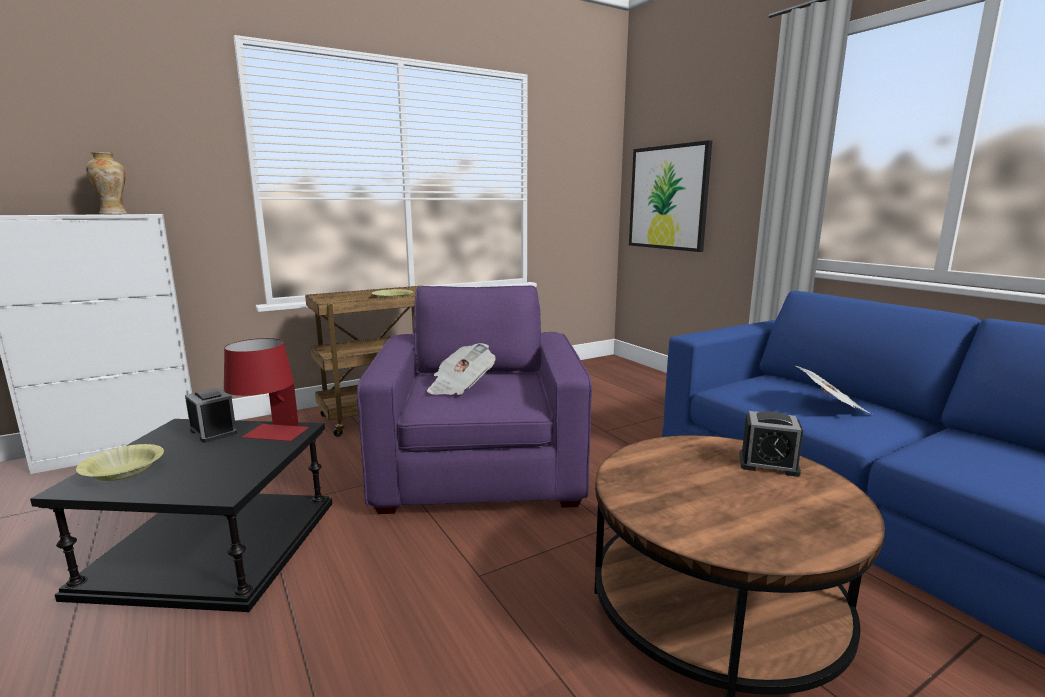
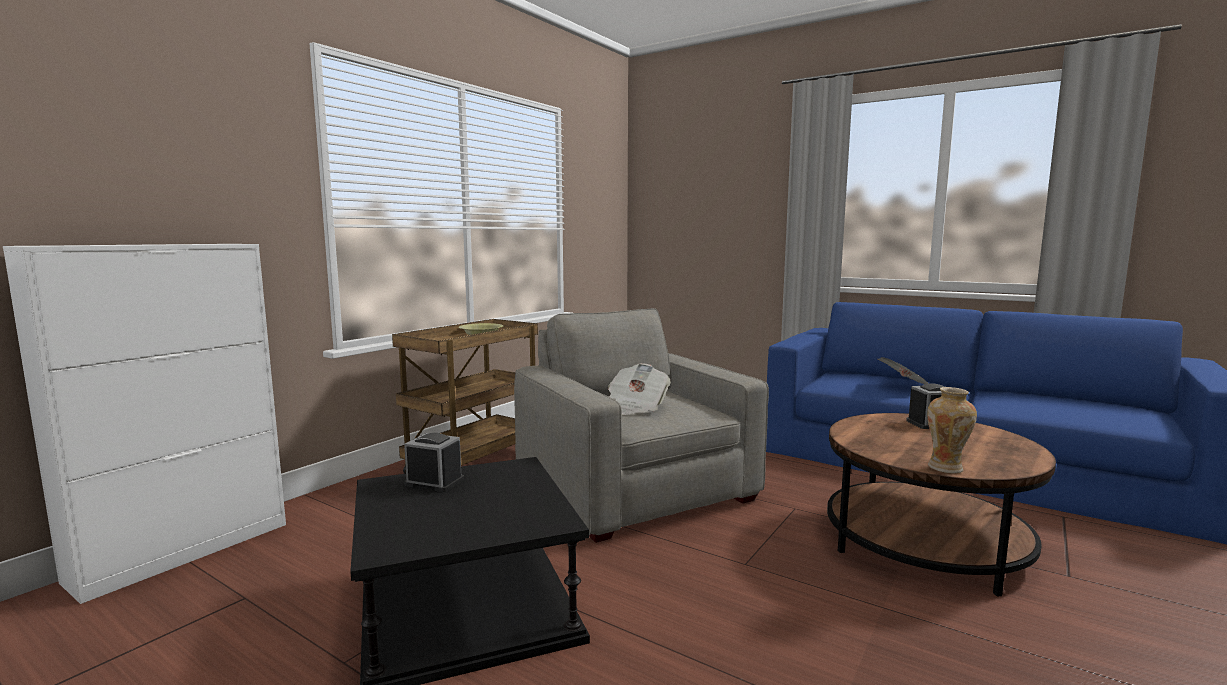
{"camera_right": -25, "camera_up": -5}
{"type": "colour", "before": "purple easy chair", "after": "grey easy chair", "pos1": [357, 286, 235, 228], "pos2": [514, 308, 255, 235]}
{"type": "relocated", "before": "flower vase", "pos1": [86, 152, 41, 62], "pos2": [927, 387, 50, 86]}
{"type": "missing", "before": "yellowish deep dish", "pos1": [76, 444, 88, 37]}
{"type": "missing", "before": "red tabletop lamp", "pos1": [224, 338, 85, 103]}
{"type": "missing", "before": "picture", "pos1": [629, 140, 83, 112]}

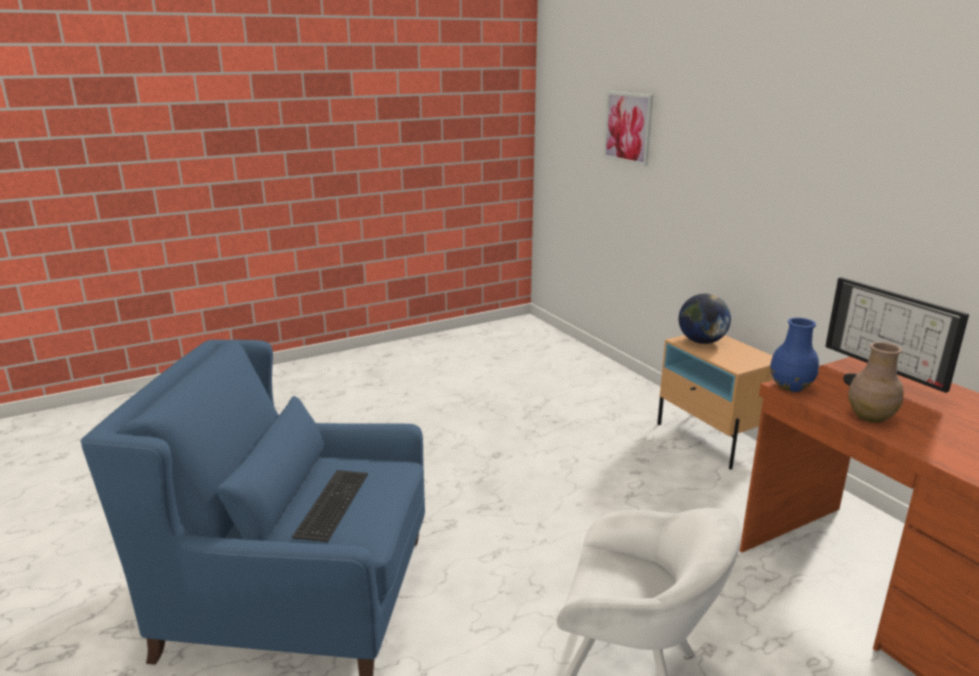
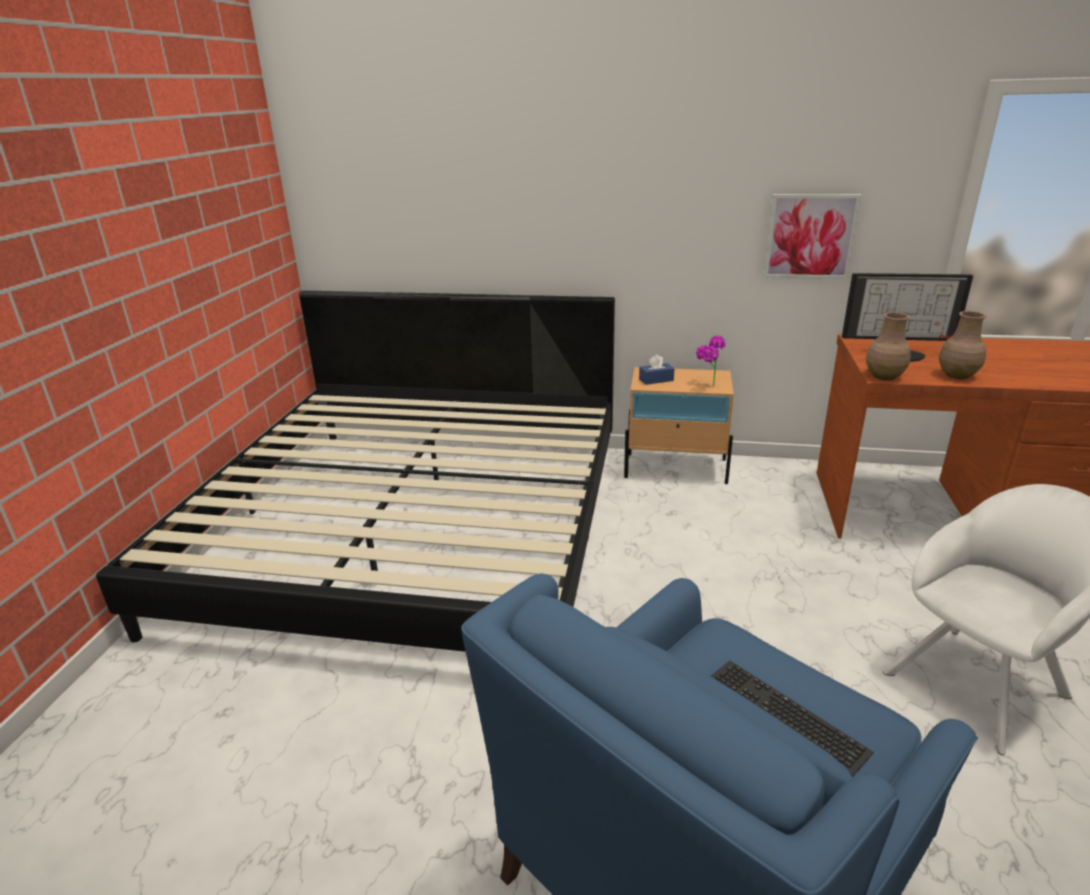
{"camera_right": -50, "camera_up": 5}
{"type": "appeared", "after": "bed", "pos2": [96, 291, 519, 361]}
{"type": "exchanged", "before": "desk globe", "after": "bluish box of tissues", "pos1": [679, 294, 52, 50], "pos2": [639, 355, 36, 30]}
{"type": "appeared", "after": "potted plant", "pos2": [696, 336, 30, 50]}
{"type": "relocated", "before": "picture", "pos1": [603, 91, 50, 75], "pos2": [764, 194, 97, 85]}
{"type": "colour", "before": "bluish flower vase", "after": "brown-coloured flower vase", "pos1": [770, 318, 49, 74], "pos2": [866, 312, 45, 68]}

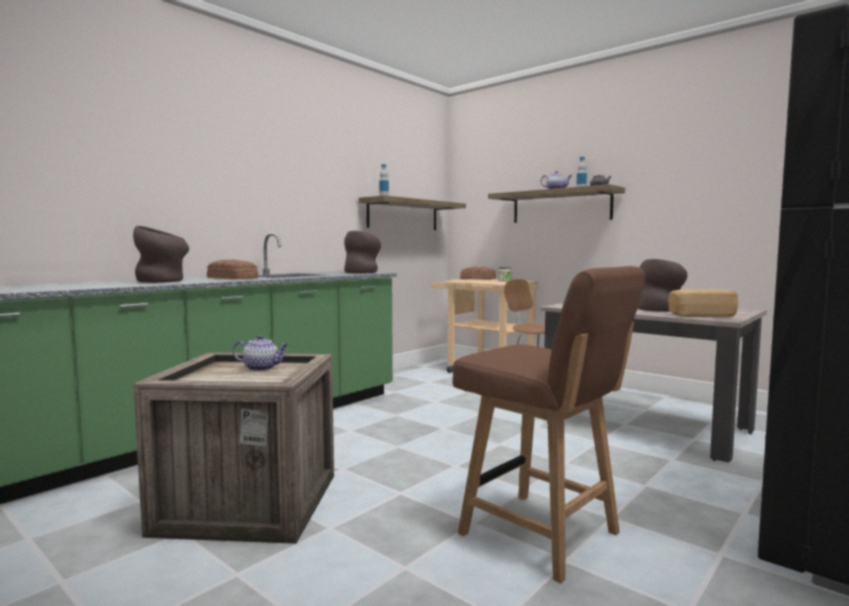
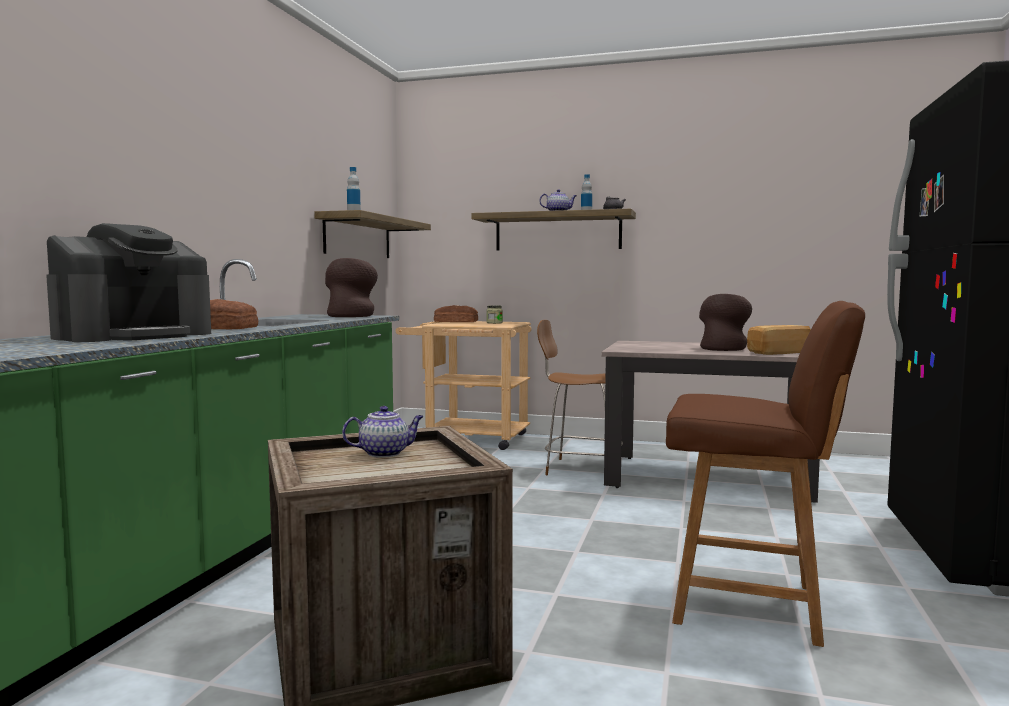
{"camera_right": -25, "camera_up": 0}
{"type": "exchanged", "before": "brown-coloured flower vase", "after": "coffee machine", "pos1": [133, 226, 56, 57], "pos2": [46, 223, 165, 119]}

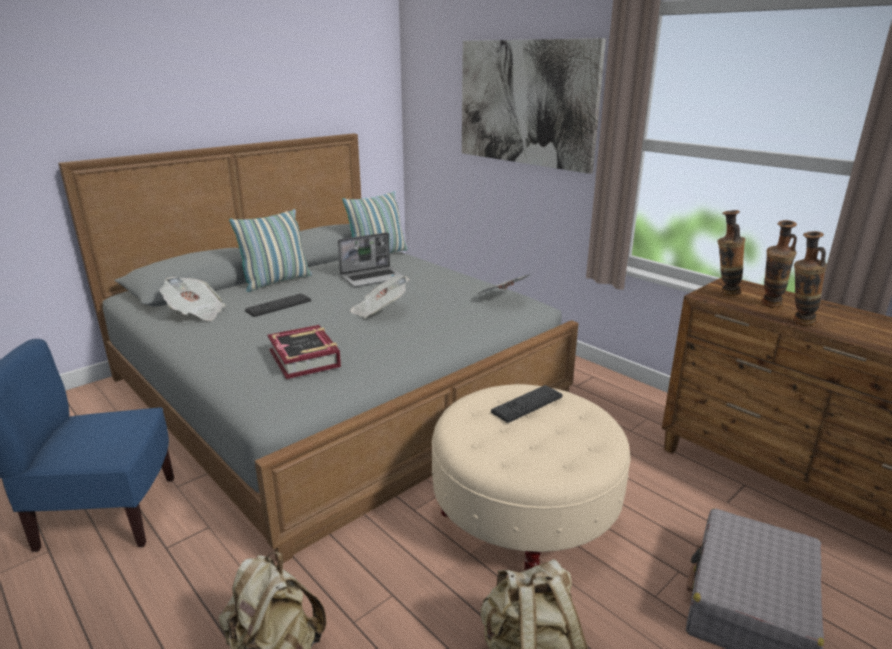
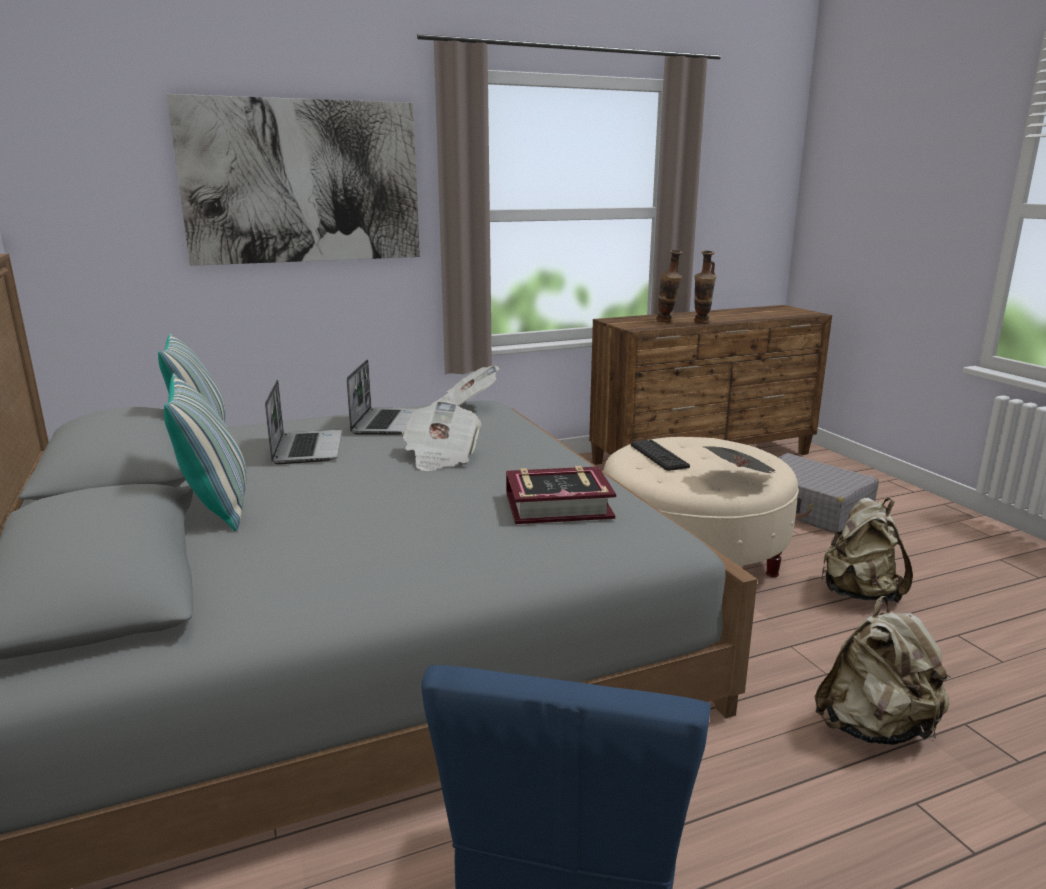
{"camera_right": -70, "camera_up": -5}
{"type": "appeared", "after": "notebook computer", "pos2": [347, 359, 72, 76]}
{"type": "relocated", "before": "newspaper", "pos1": [160, 277, 66, 44], "pos2": [704, 446, 72, 27]}
{"type": "missing", "before": "computer keyboard", "pos1": [245, 293, 66, 24]}
{"type": "missing", "before": "flower vase", "pos1": [718, 210, 27, 86]}

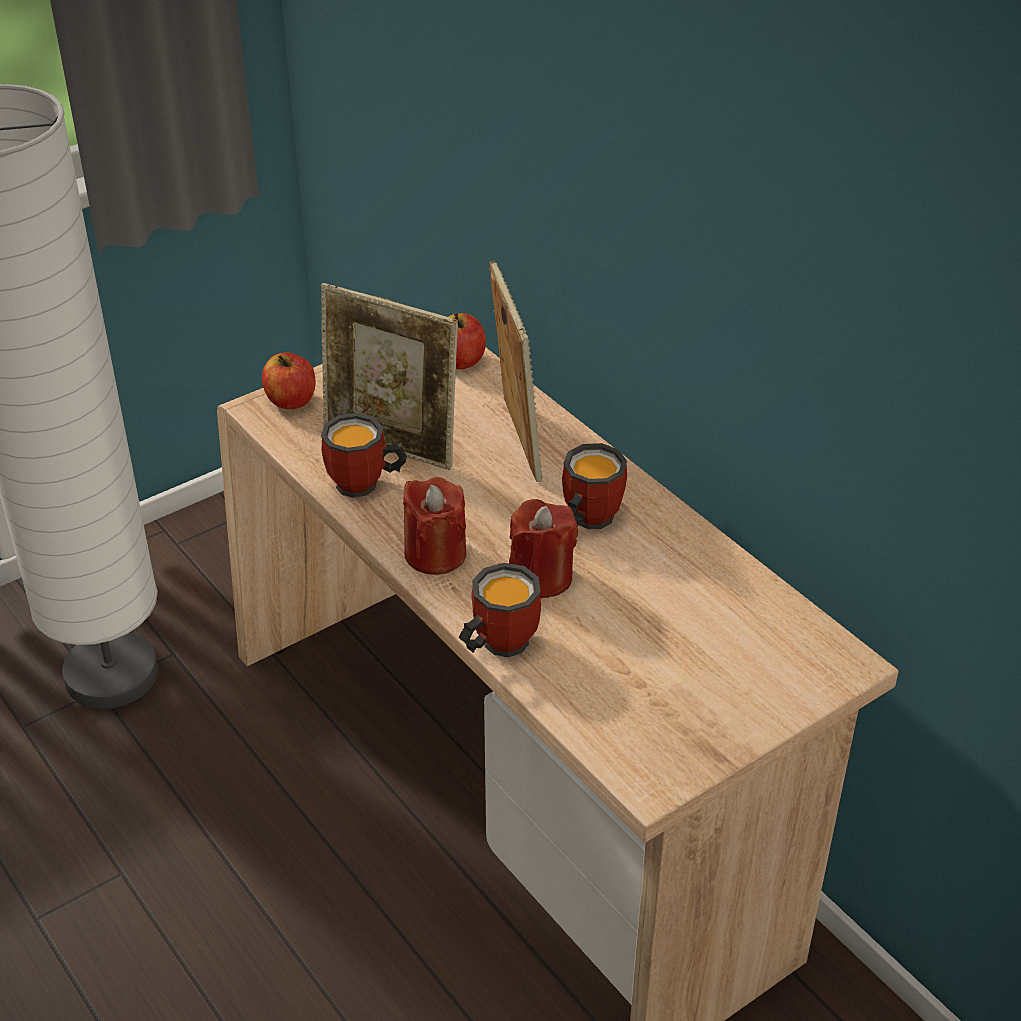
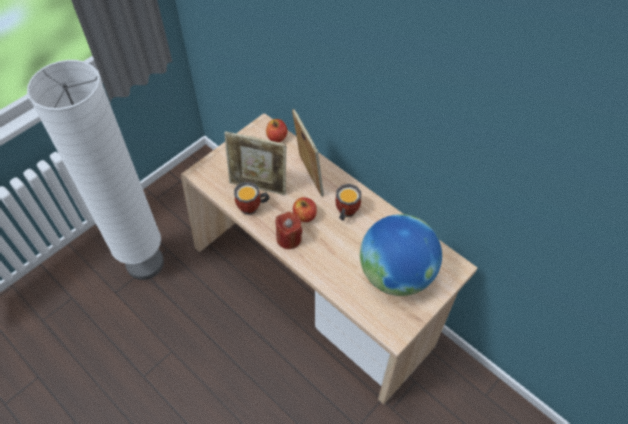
{"camera_right": -10, "camera_up": 15}
{"type": "relocated", "before": "apple fruit", "pos1": [262, 352, 53, 57], "pos2": [293, 197, 24, 25]}
{"type": "appeared", "after": "desk globe", "pos2": [360, 214, 82, 82]}
{"type": "missing", "before": "tea mug", "pos1": [458, 563, 83, 94]}
{"type": "missing", "before": "red wax candle", "pos1": [509, 499, 69, 100]}

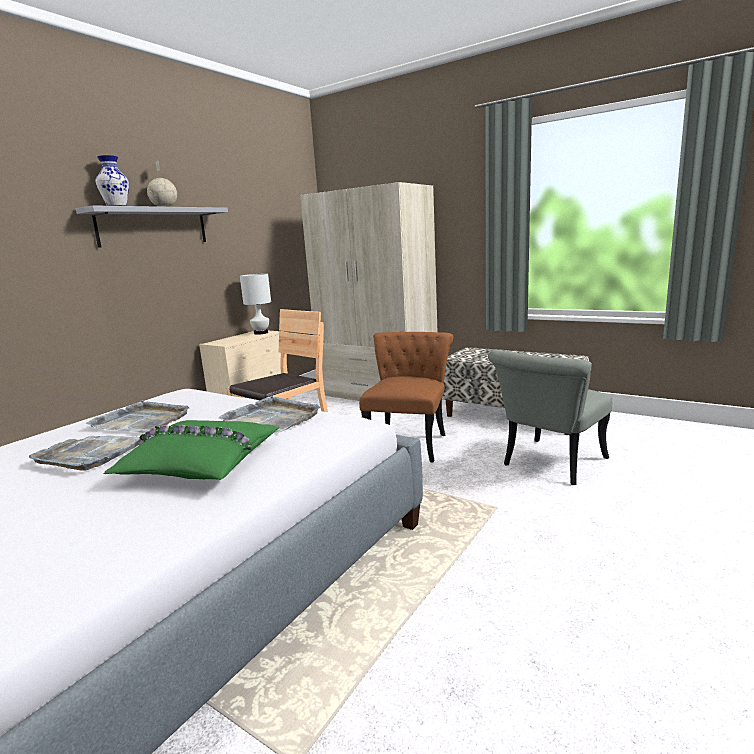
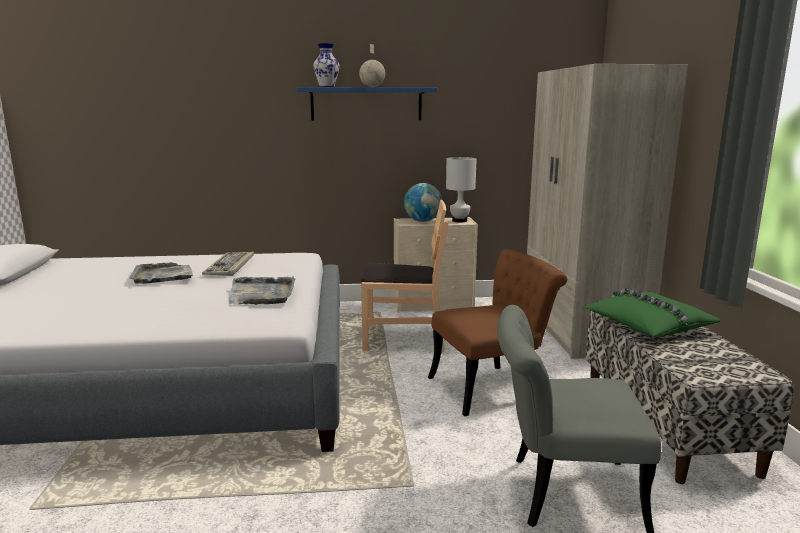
{"camera_right": 50, "camera_up": 0}
{"type": "exchanged", "before": "grey tray", "after": "computer keyboard", "pos1": [86, 400, 103, 33], "pos2": [202, 252, 52, 24]}
{"type": "colour", "before": "grey bracket shelf", "after": "bluish bracket shelf", "pos1": [76, 205, 152, 43], "pos2": [296, 87, 141, 34]}
{"type": "appeared", "after": "desk globe", "pos2": [404, 183, 38, 39]}
{"type": "relocated", "before": "green cushion", "pos1": [104, 420, 176, 60], "pos2": [583, 288, 139, 49]}

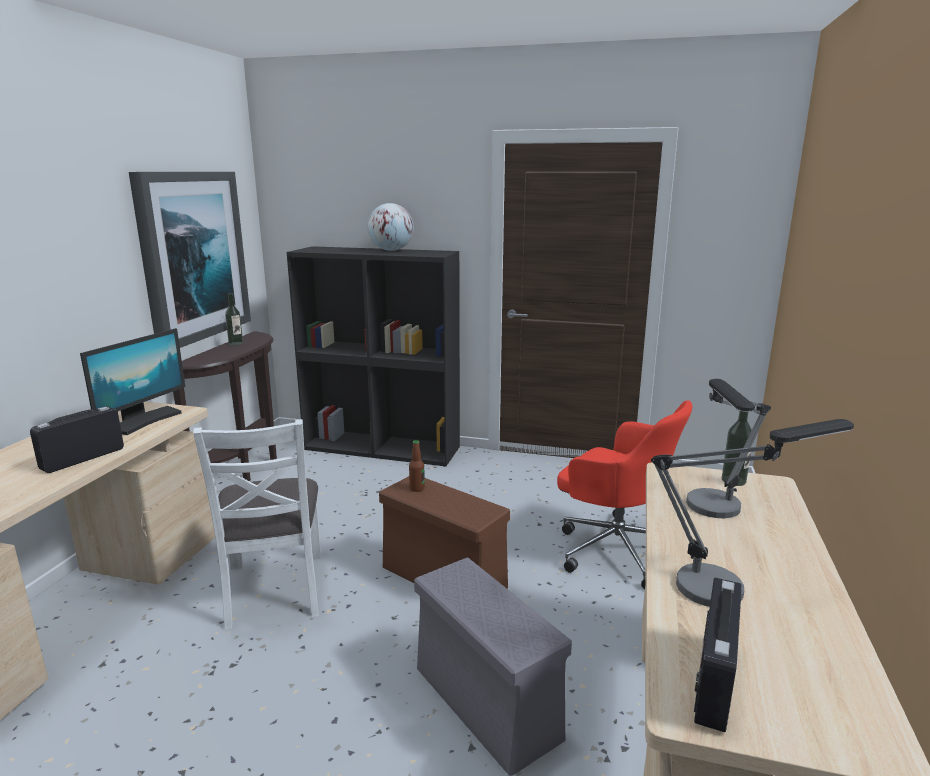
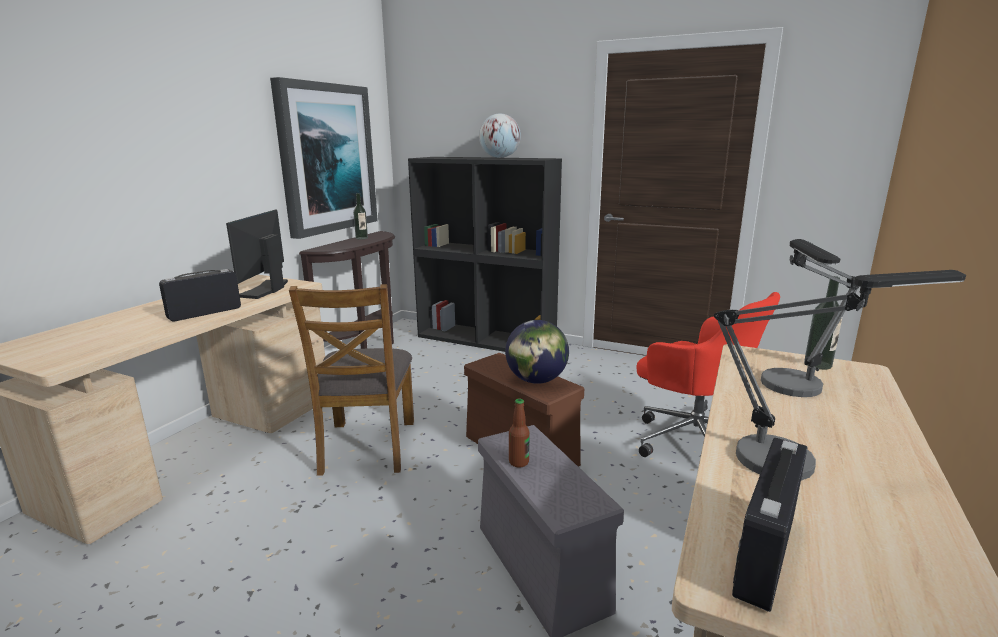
{"camera_right": 10, "camera_up": 0}
{"type": "spun", "before": "computer display", "pos1": [80, 328, 105, 107], "pos2": [226, 209, 62, 90], "turn": 150}
{"type": "colour", "before": "white upright chair", "after": "brown-coloured upright chair", "pos1": [193, 419, 128, 210], "pos2": [289, 284, 125, 192]}
{"type": "appeared", "after": "desk globe", "pos2": [505, 320, 64, 64]}
{"type": "relocated", "before": "bottle", "pos1": [409, 440, 16, 52], "pos2": [509, 399, 21, 69]}

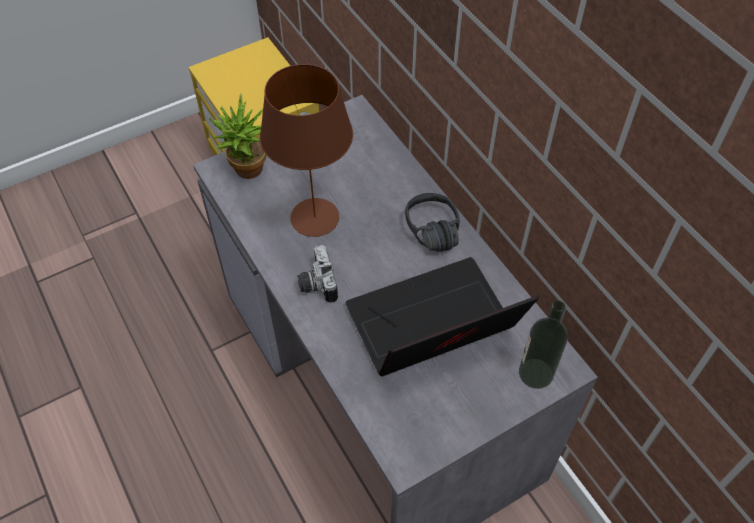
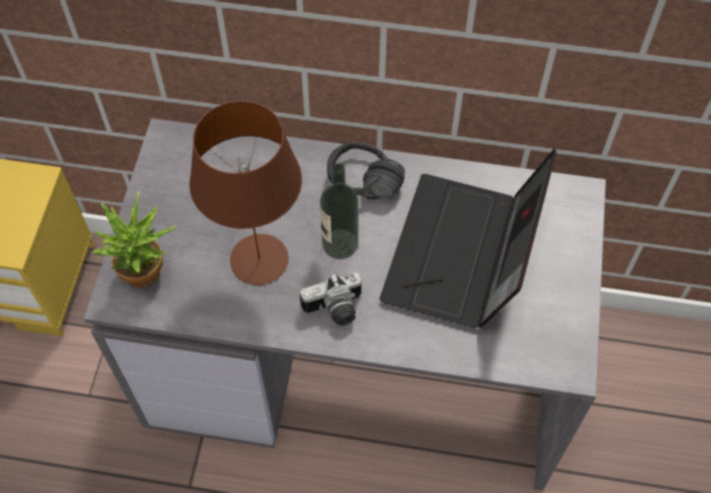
{"camera_right": -50, "camera_up": 5}
{"type": "spun", "before": "photo camera", "pos1": [297, 245, 41, 58], "pos2": [300, 272, 62, 54], "turn": -45}
{"type": "relocated", "before": "bottle", "pos1": [519, 301, 49, 88], "pos2": [320, 163, 39, 96]}

